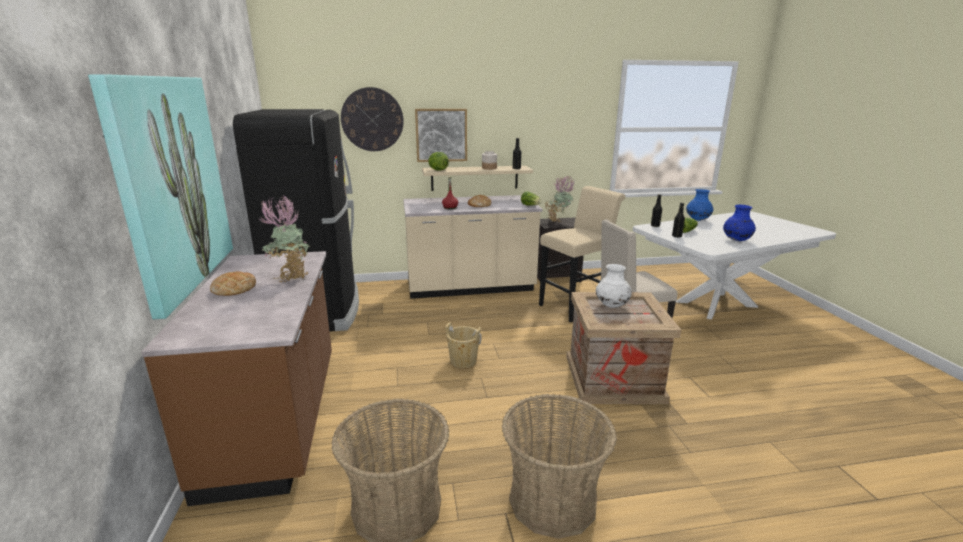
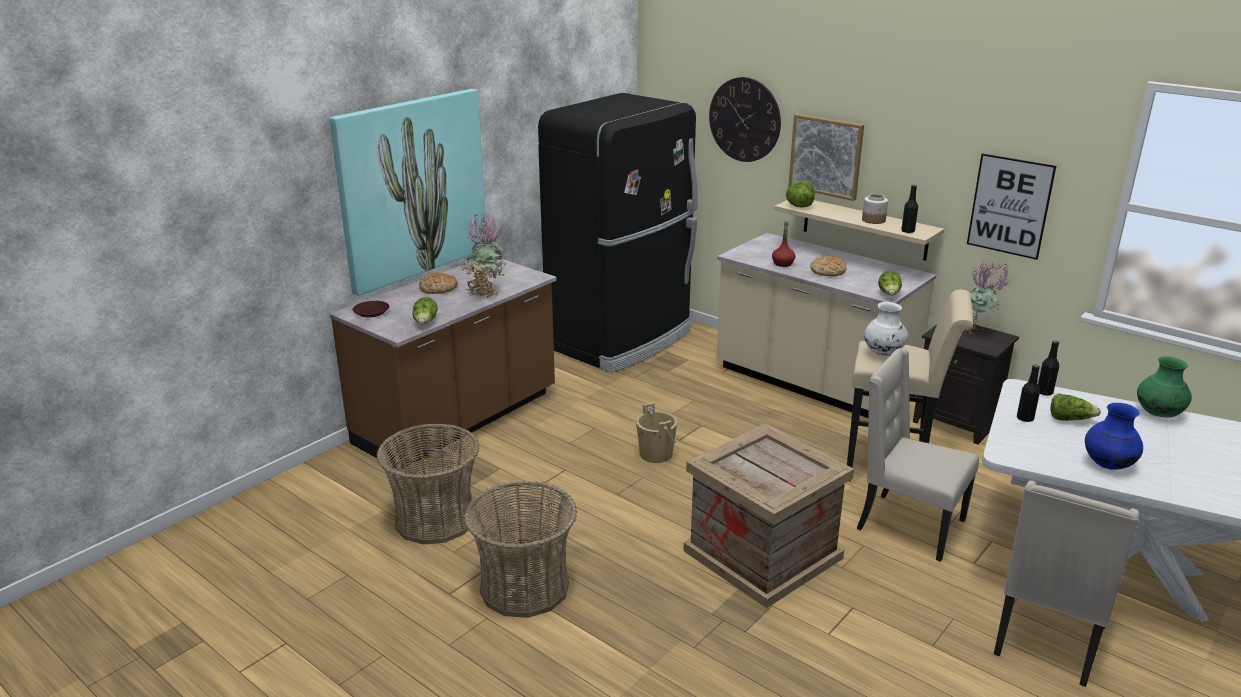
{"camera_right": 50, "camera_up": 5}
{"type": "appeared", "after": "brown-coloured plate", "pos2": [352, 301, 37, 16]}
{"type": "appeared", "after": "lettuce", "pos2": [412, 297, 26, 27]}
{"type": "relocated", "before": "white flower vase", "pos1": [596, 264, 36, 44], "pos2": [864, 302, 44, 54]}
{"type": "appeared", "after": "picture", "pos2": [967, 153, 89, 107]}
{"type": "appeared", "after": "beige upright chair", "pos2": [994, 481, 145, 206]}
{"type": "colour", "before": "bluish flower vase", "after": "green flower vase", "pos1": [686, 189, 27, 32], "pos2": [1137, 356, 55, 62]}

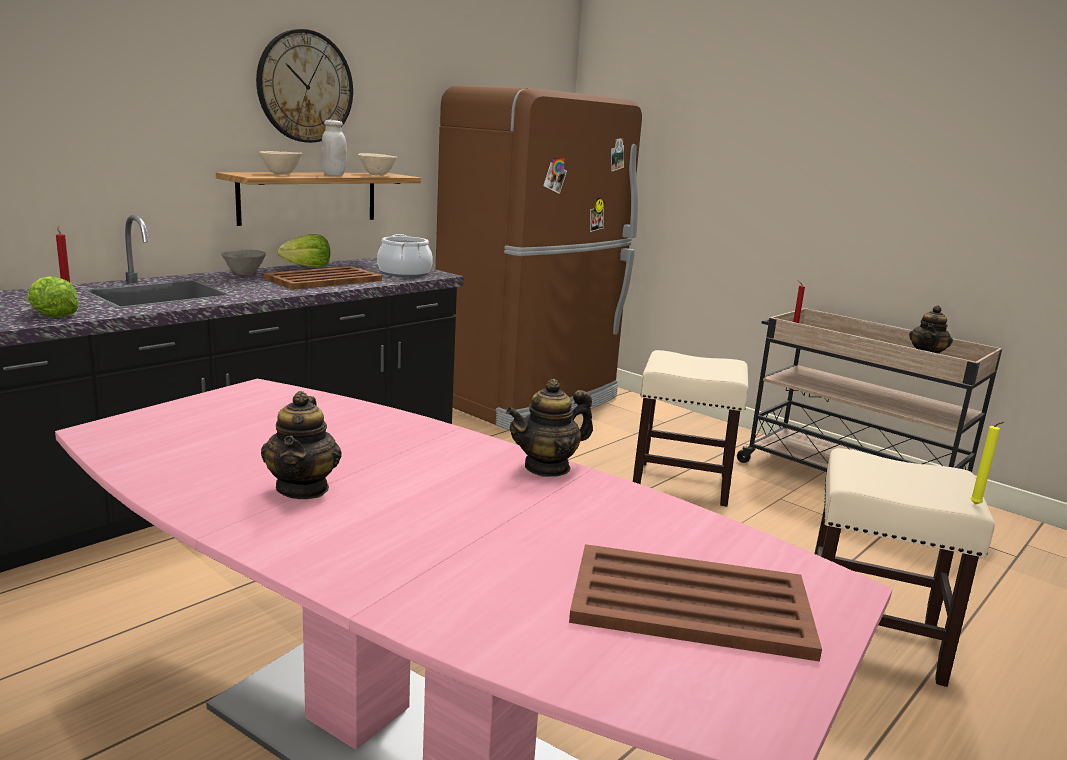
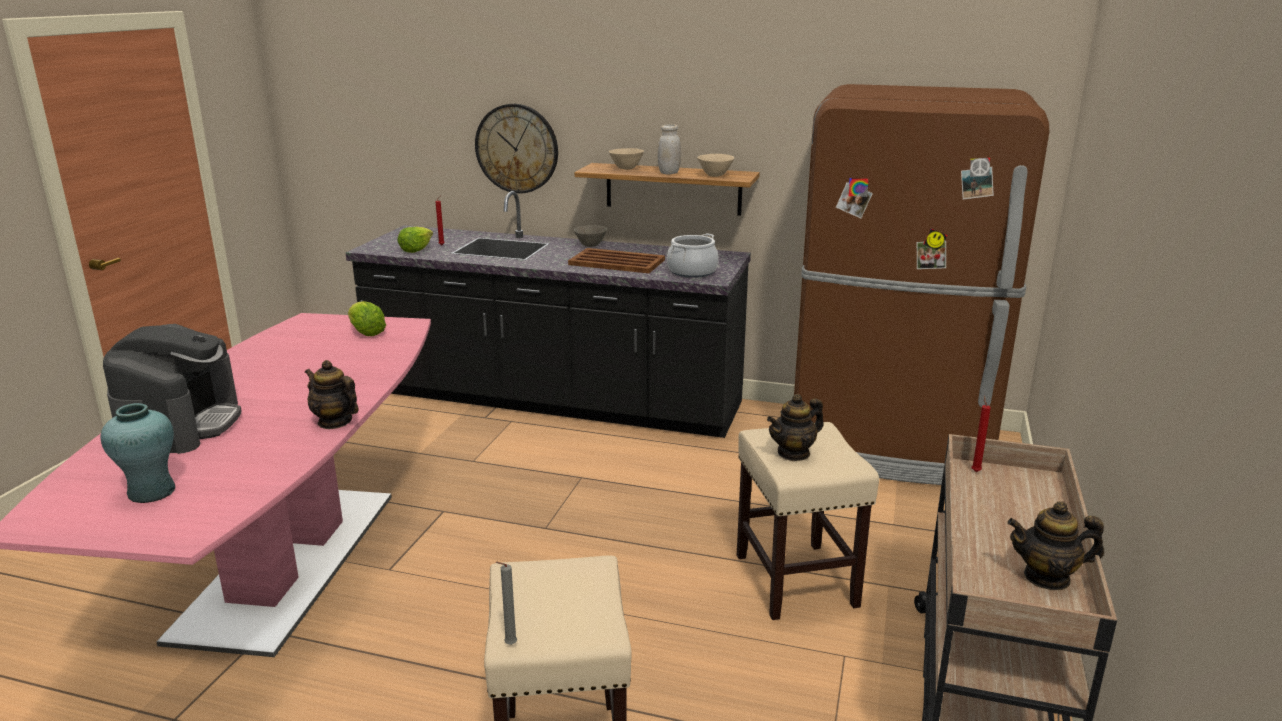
{"camera_right": 65, "camera_up": 5}
{"type": "exchanged", "before": "brown-coloured tray", "after": "turquoise flower vase", "pos1": [569, 544, 253, 118], "pos2": [101, 403, 75, 100]}
{"type": "appeared", "after": "coffee machine", "pos2": [103, 324, 139, 130]}
{"type": "relocated", "before": "lettuce", "pos1": [278, 234, 52, 33], "pos2": [348, 301, 38, 35]}
{"type": "relocated", "before": "clock on the wall", "pos1": [256, 29, 97, 114], "pos2": [475, 104, 83, 89]}
{"type": "colour", "before": "yellowish wax candle", "after": "grey wax candle", "pos1": [970, 422, 34, 83], "pos2": [495, 562, 22, 83]}
{"type": "relocated", "before": "teapot", "pos1": [261, 391, 81, 108], "pos2": [767, 394, 57, 67]}

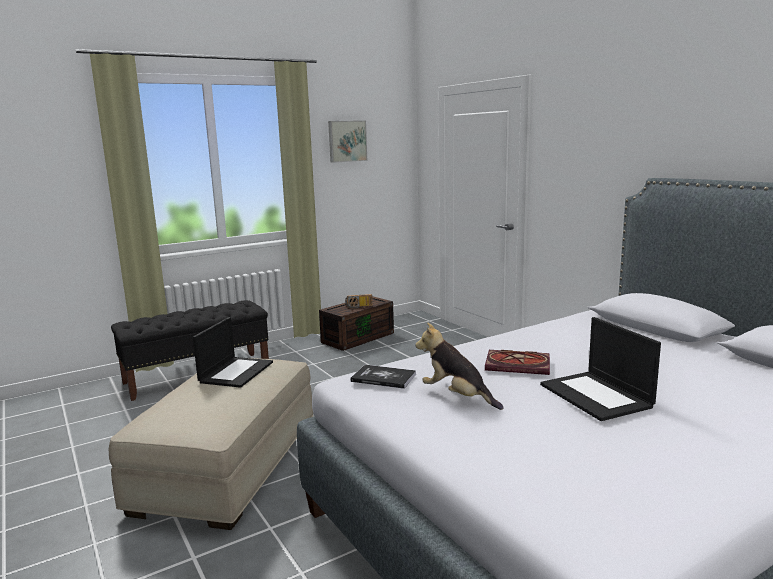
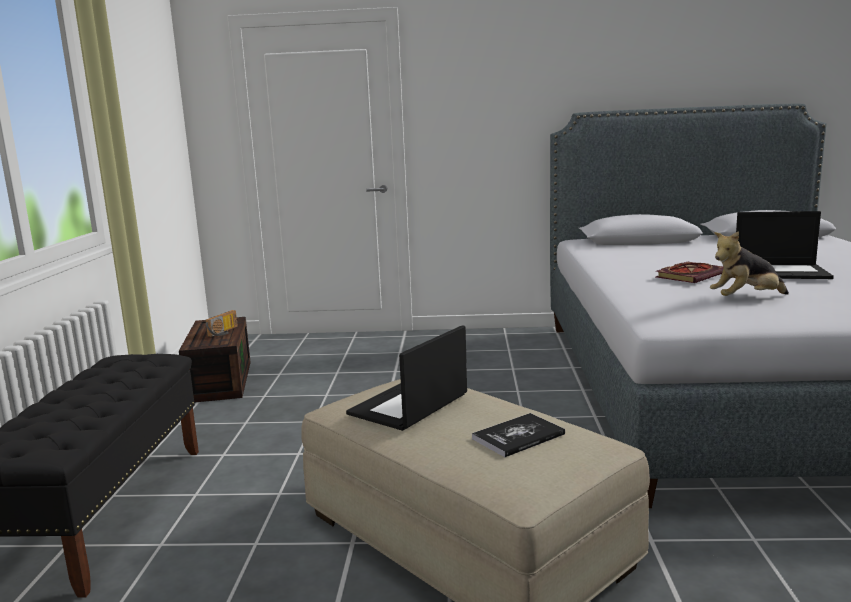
{"camera_right": -55, "camera_up": 0}
{"type": "spun", "before": "notebook computer", "pos1": [193, 317, 80, 71], "pos2": [346, 325, 121, 106], "turn": -105}
{"type": "relocated", "before": "volume", "pos1": [351, 365, 65, 24], "pos2": [472, 413, 93, 44]}
{"type": "missing", "before": "picture", "pos1": [328, 120, 39, 43]}

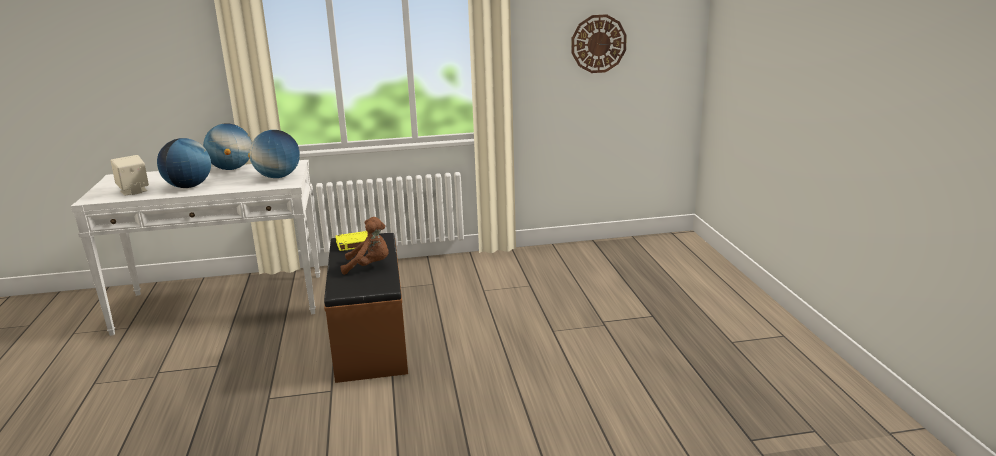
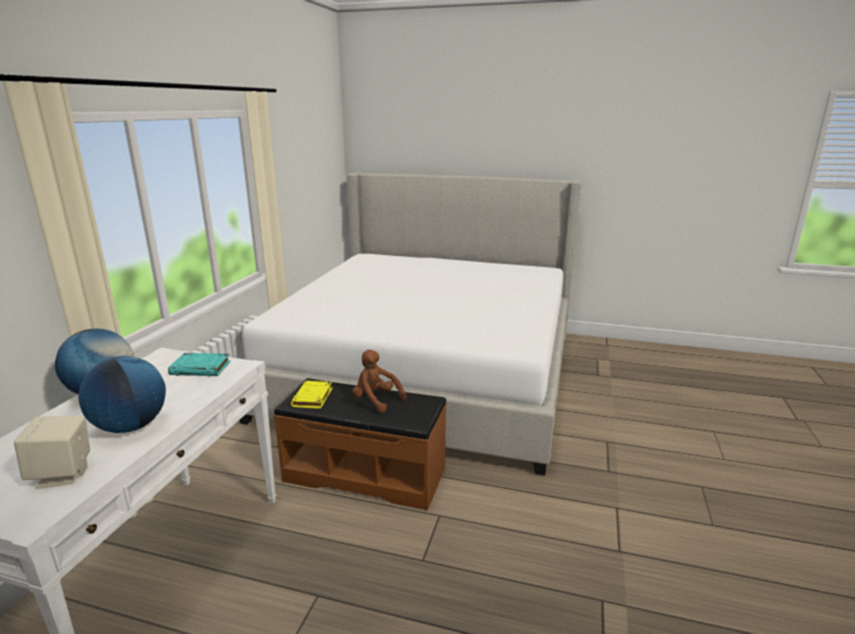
{"camera_right": -65, "camera_up": 0}
{"type": "exchanged", "before": "desk globe", "after": "turquoise volume", "pos1": [248, 130, 52, 48], "pos2": [168, 353, 63, 23]}
{"type": "appeared", "after": "bed", "pos2": [239, 172, 343, 303]}
{"type": "spun", "before": "brown-coloured cuddly toy", "pos1": [341, 217, 47, 58], "pos2": [352, 350, 54, 63], "turn": -75}
{"type": "missing", "before": "clock on the wall", "pos1": [572, 14, 55, 59]}

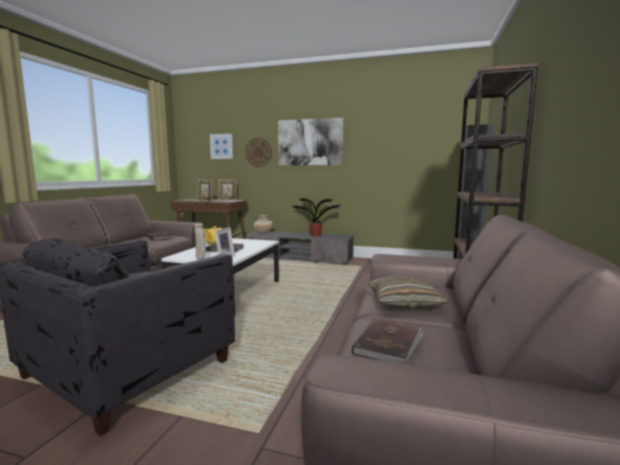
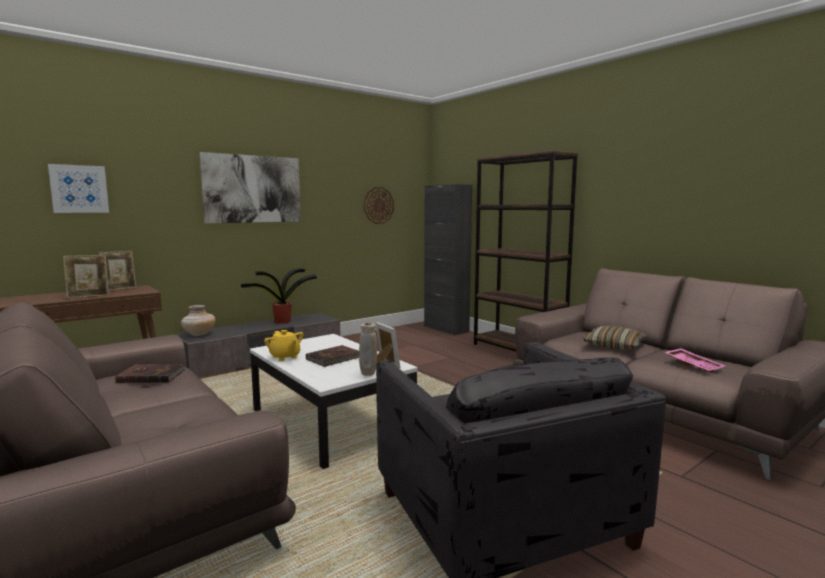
{"camera_right": -55, "camera_up": 0}
{"type": "relocated", "before": "clock on the wall", "pos1": [245, 138, 27, 29], "pos2": [364, 187, 30, 37]}
{"type": "exchanged", "before": "brown-coloured volume", "after": "pink-coloured tray", "pos1": [352, 319, 71, 45], "pos2": [665, 348, 60, 25]}

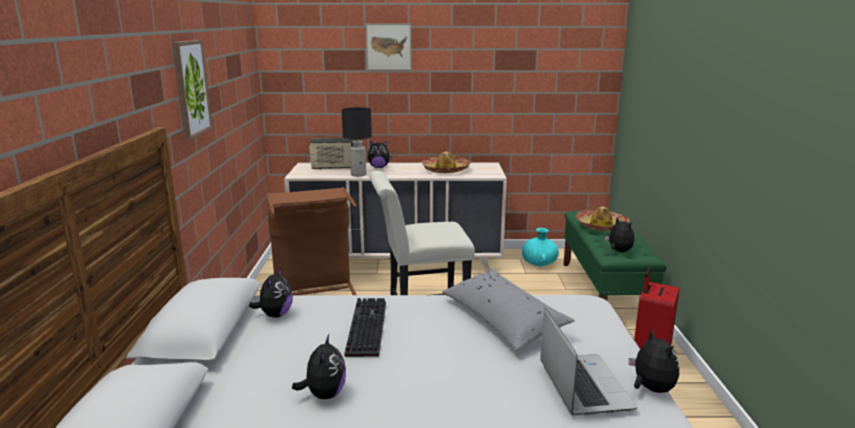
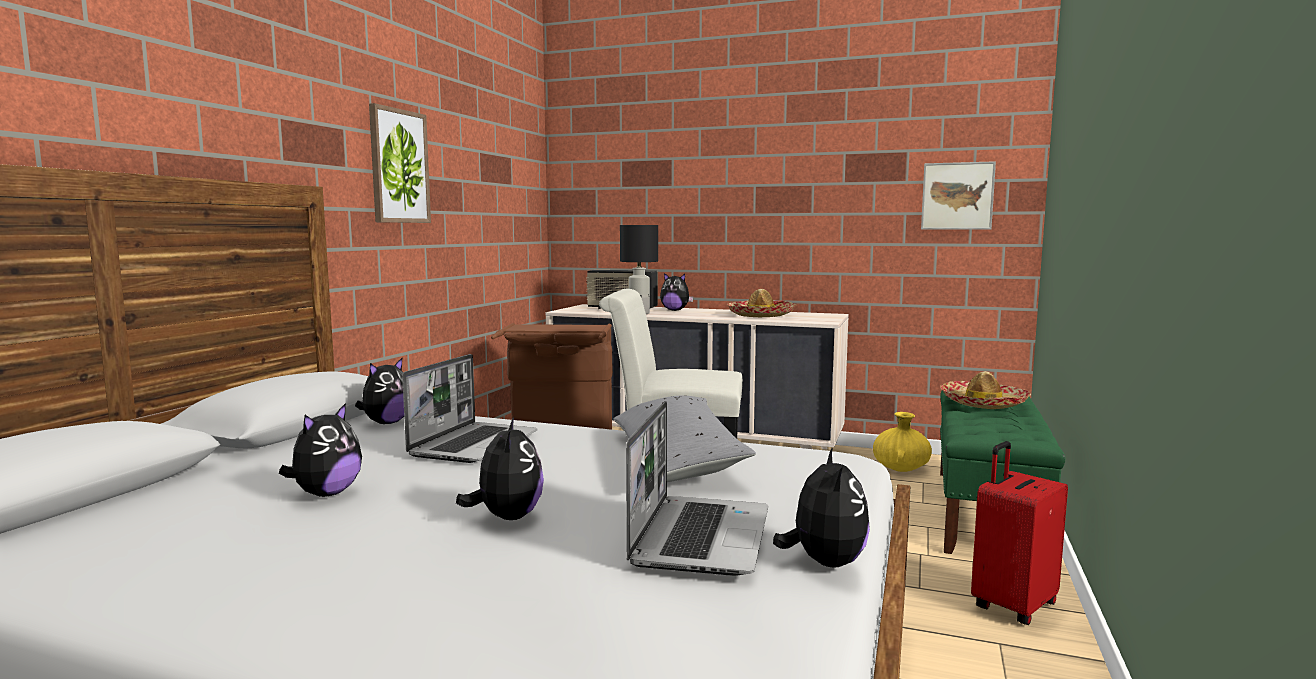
{"camera_right": 20, "camera_up": -10}
{"type": "exchanged", "before": "computer keyboard", "after": "notebook computer", "pos1": [344, 298, 42, 59], "pos2": [402, 354, 136, 109]}
{"type": "relocated", "before": "cuddly toy", "pos1": [605, 217, 30, 35], "pos2": [456, 417, 88, 103]}
{"type": "colour", "before": "turquoise flower vase", "after": "yellowish flower vase", "pos1": [522, 228, 37, 39], "pos2": [873, 412, 59, 60]}
{"type": "relocated", "before": "picture", "pos1": [365, 23, 47, 47], "pos2": [921, 161, 75, 69]}

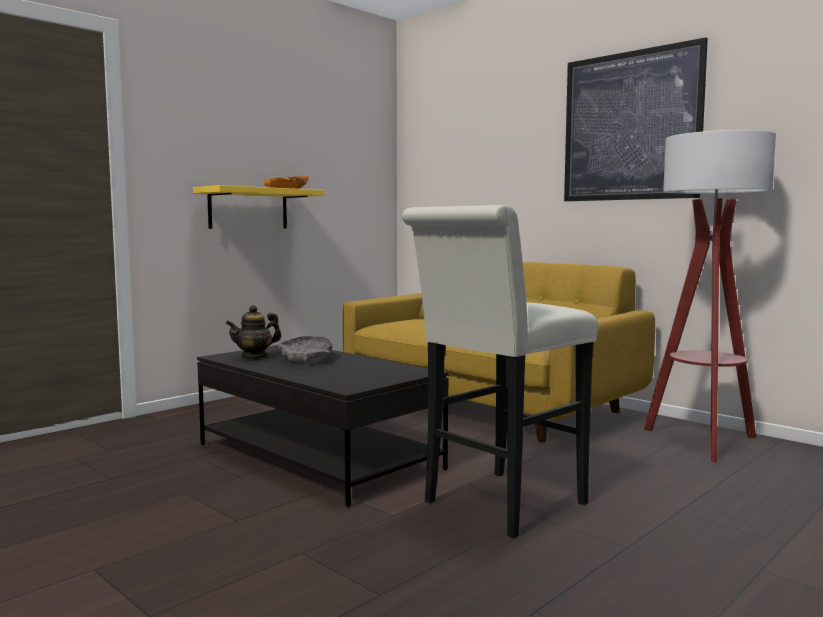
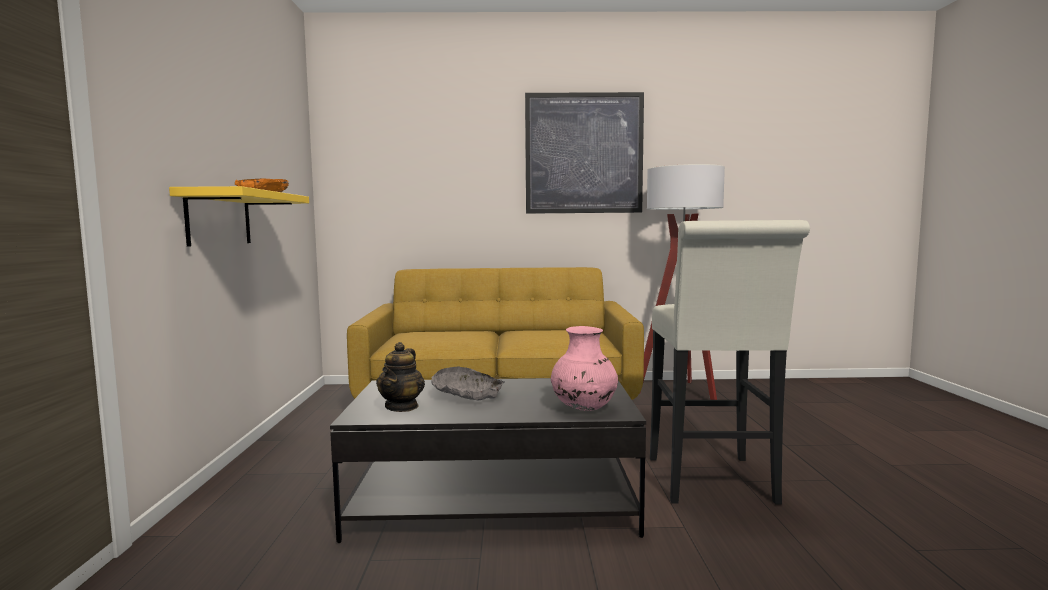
{"camera_right": -45, "camera_up": 0}
{"type": "appeared", "after": "pink-coloured flower vase", "pos2": [551, 326, 67, 85]}

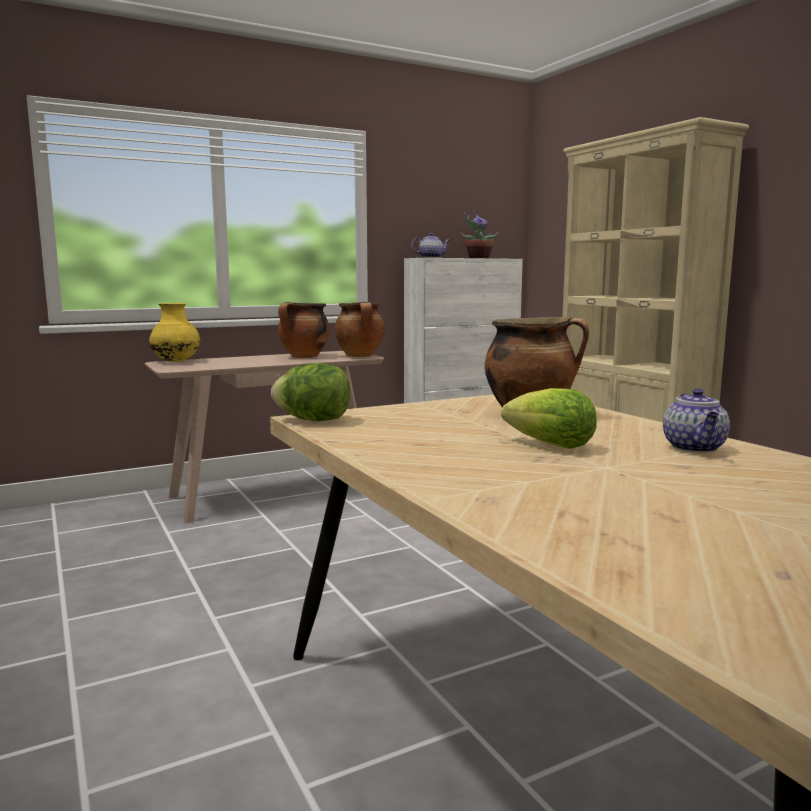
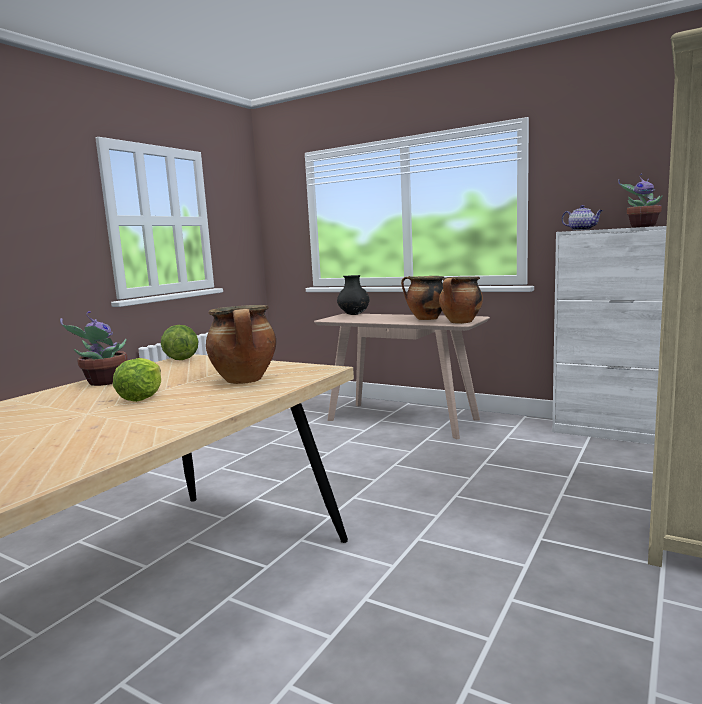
{"camera_right": 60, "camera_up": 0}
{"type": "appeared", "after": "potted plant", "pos2": [60, 311, 67, 75]}
{"type": "colour", "before": "yellowish flower vase", "after": "black-coloured flower vase", "pos1": [149, 303, 51, 59], "pos2": [337, 275, 32, 40]}
{"type": "missing", "before": "teapot", "pos1": [663, 389, 67, 64]}

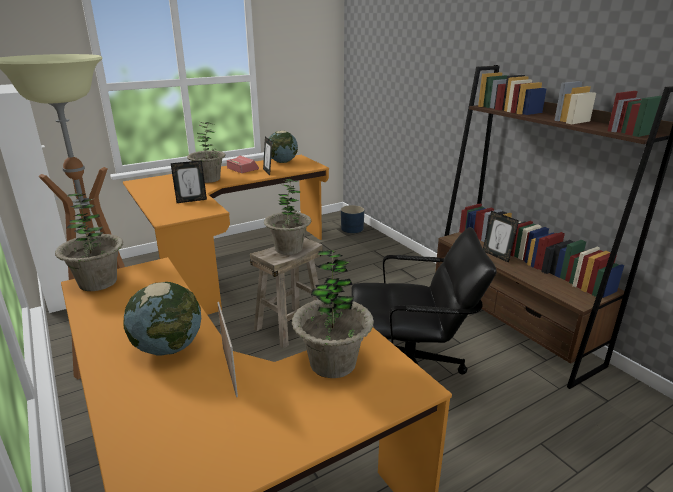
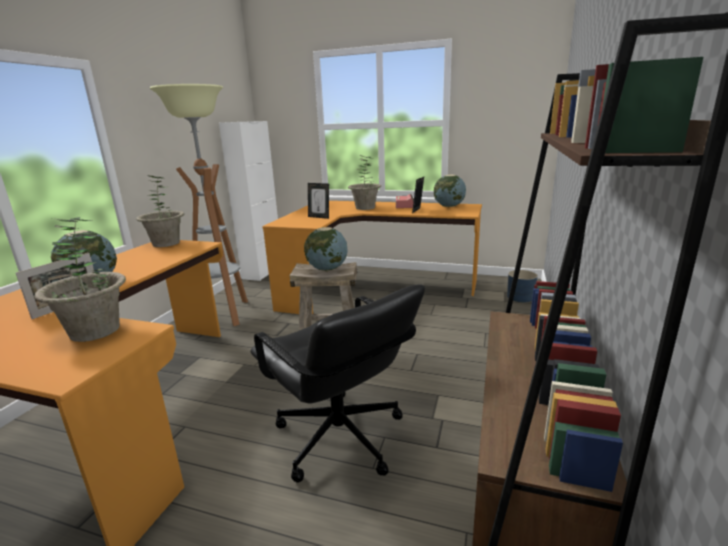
{"camera_right": 50, "camera_up": -5}
{"type": "exchanged", "before": "potted plant", "after": "desk globe", "pos1": [264, 179, 47, 76], "pos2": [304, 227, 44, 44]}
{"type": "missing", "before": "standing frame", "pos1": [483, 211, 36, 52]}

